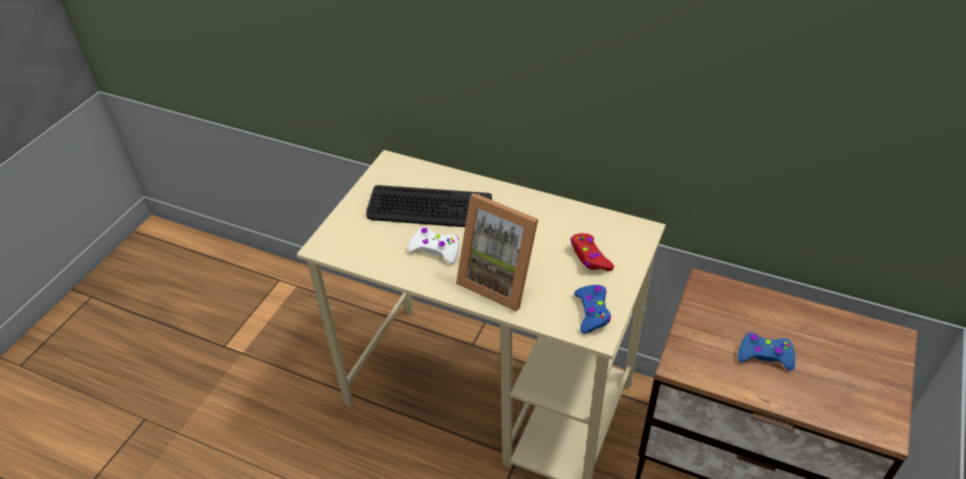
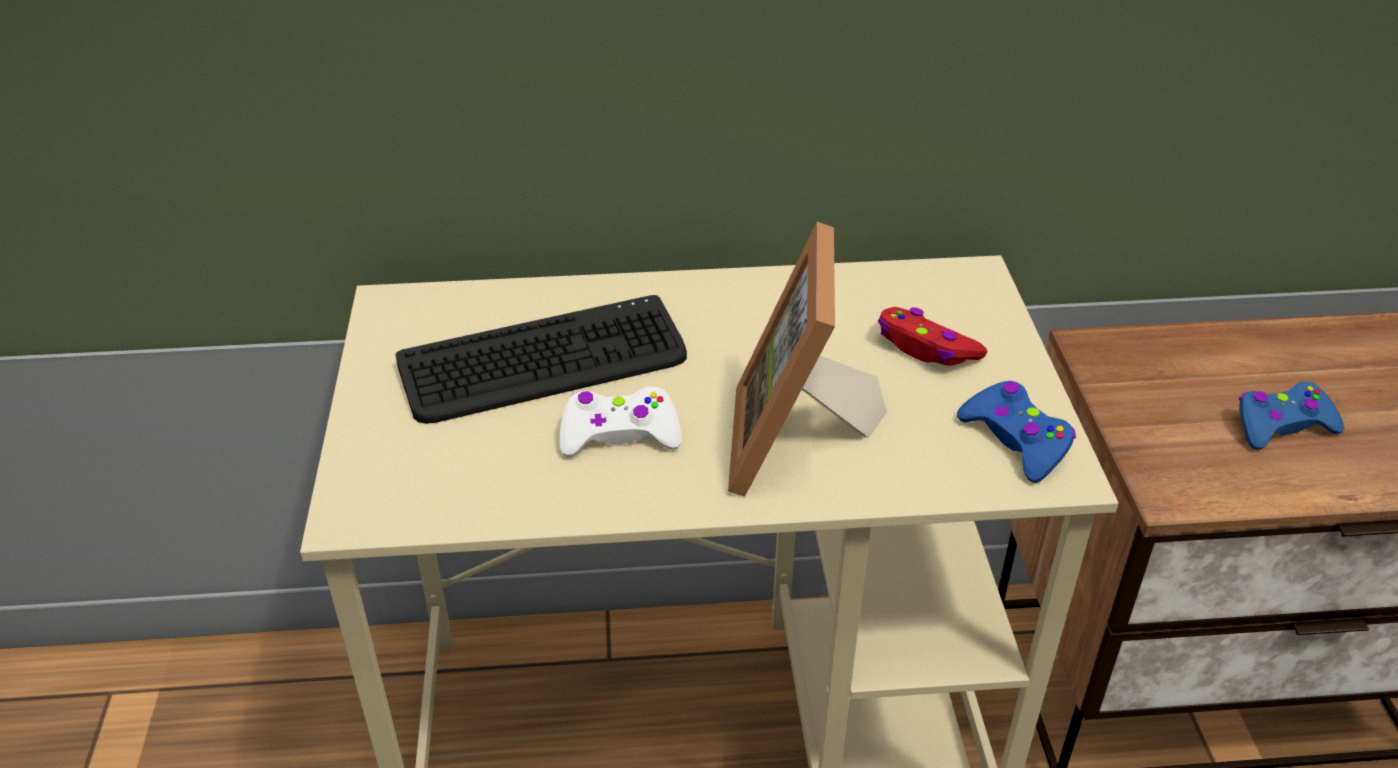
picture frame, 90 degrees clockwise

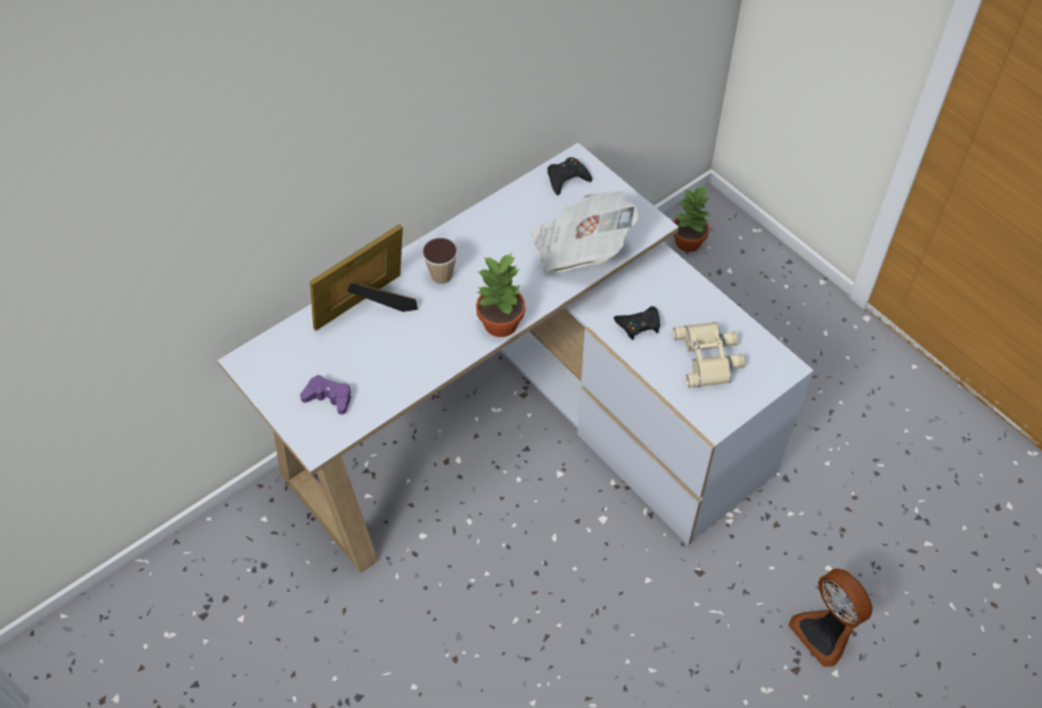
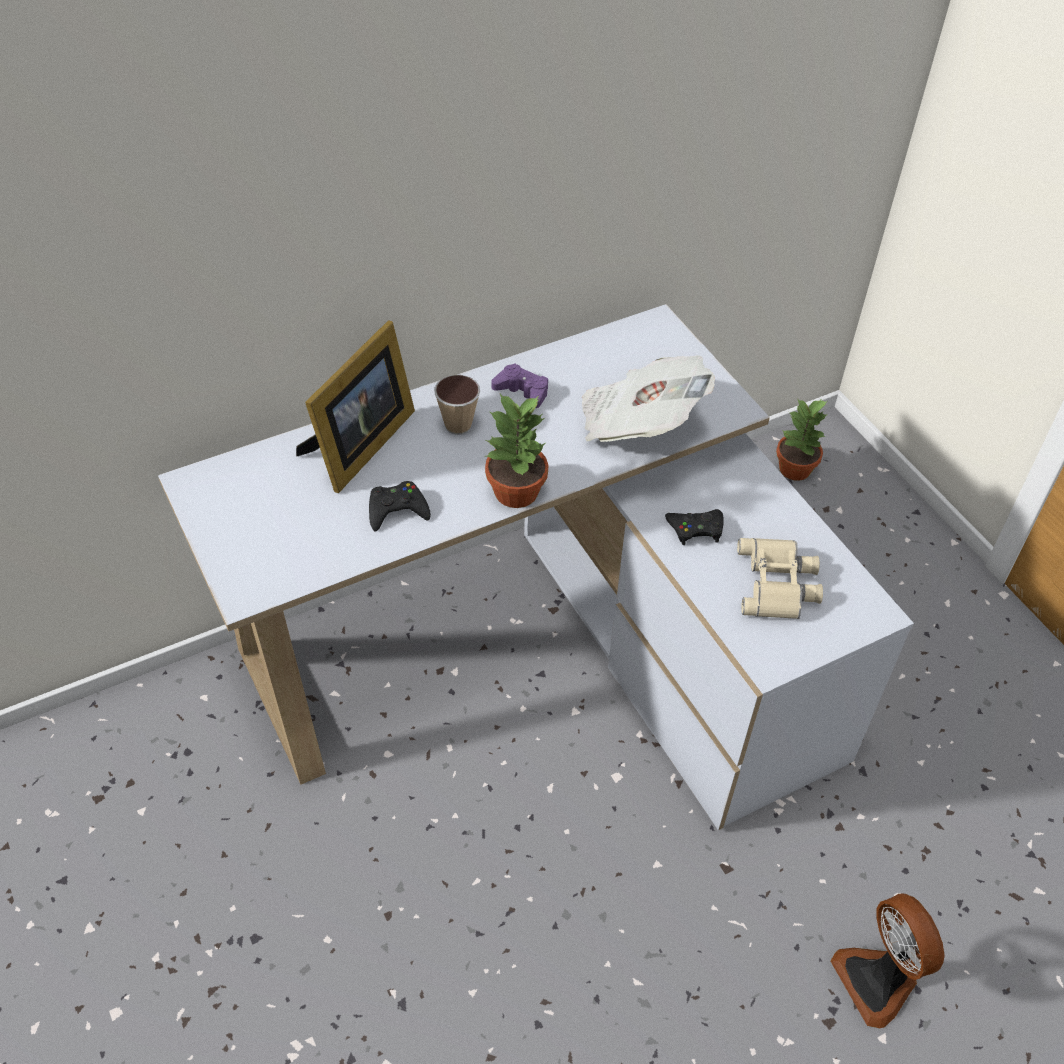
picture frame, 150 degrees clockwise
game controller in black (1st from left), moved
game controller in purple, moved

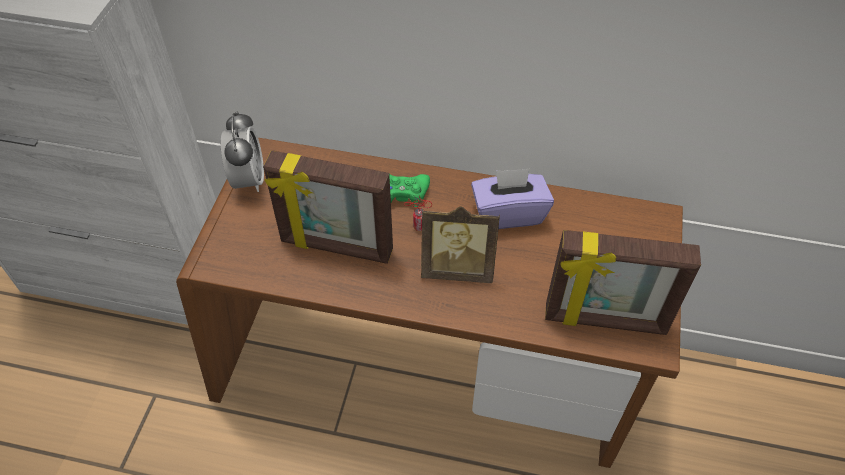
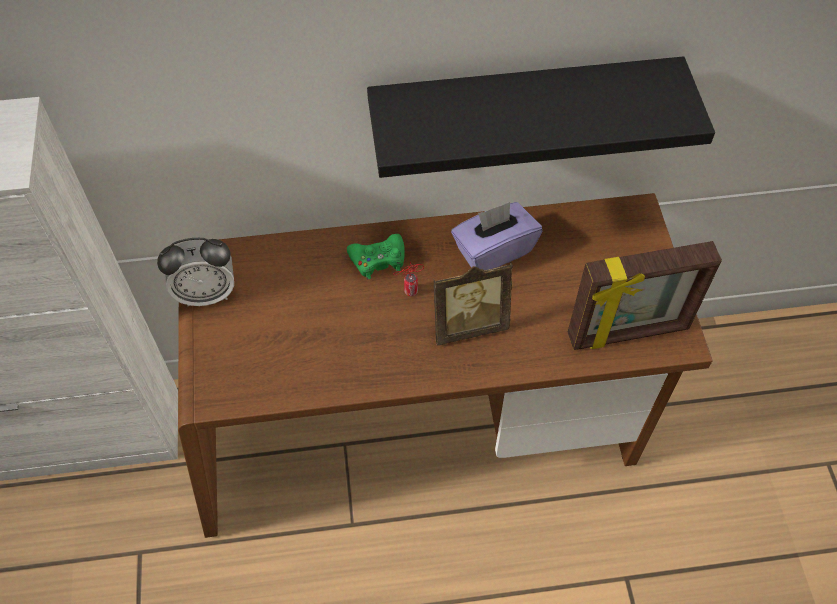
alarm clock, 105 degrees clockwise
none -> shelf in black
picture frame (1st from left) -> none

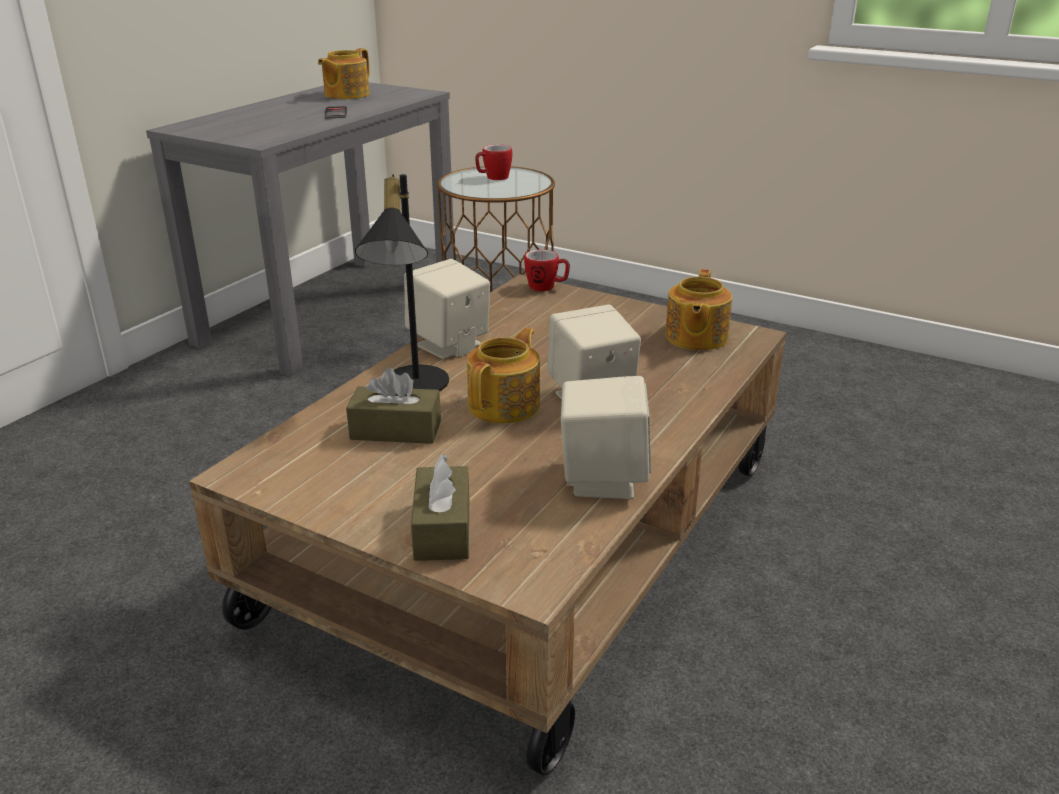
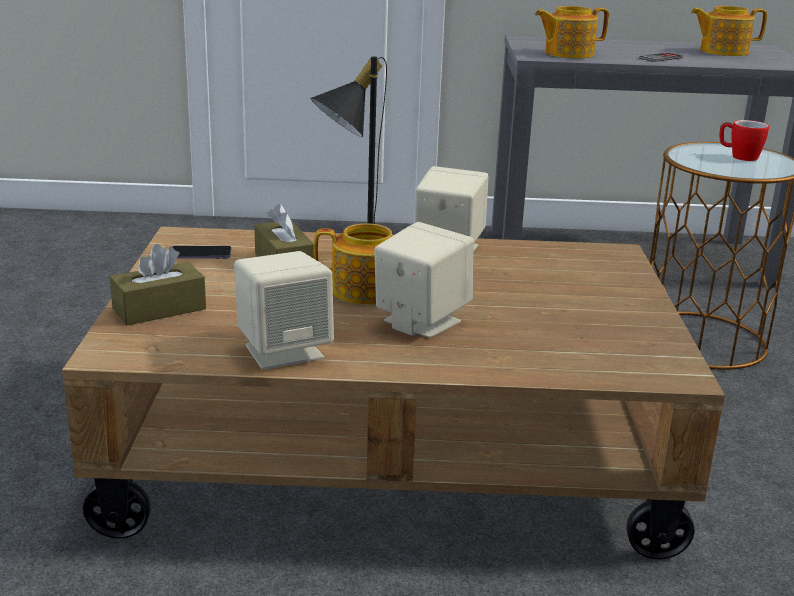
none -> phone (1st from left)
teapot (3rd from left in the first image) -> teapot (2nd from left), moved
mug (2nd from left) -> none

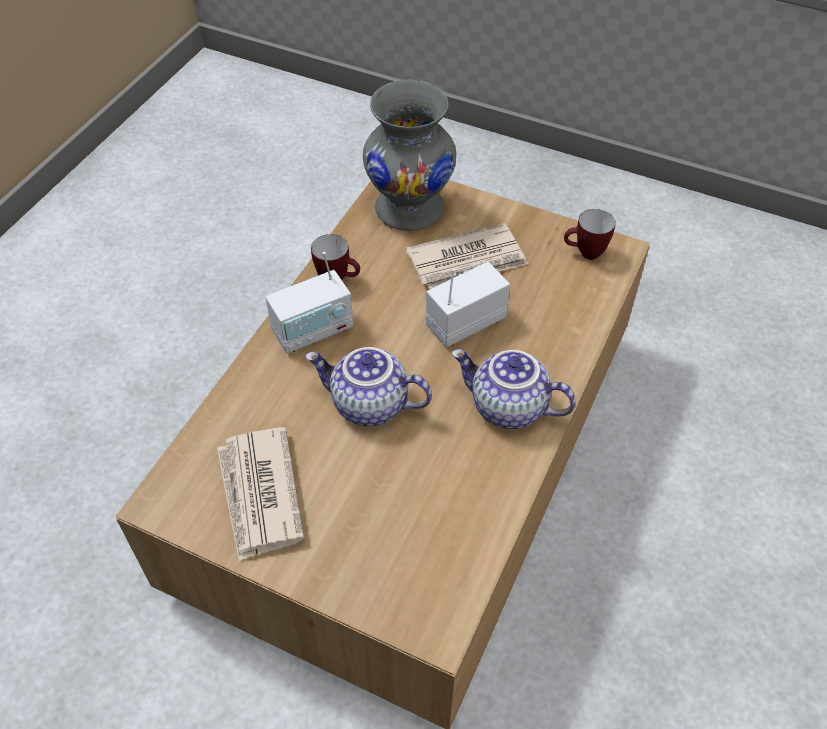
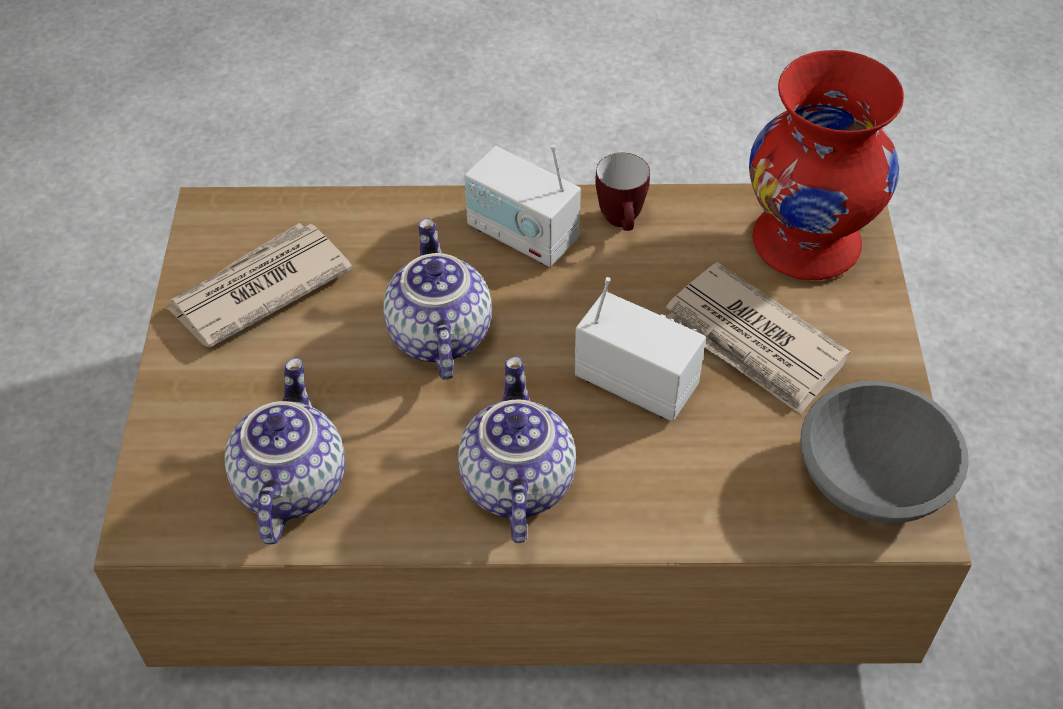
none -> teapot (1st from left)
vase in grey -> vase in red
mug (2nd from left) -> bowl in grey

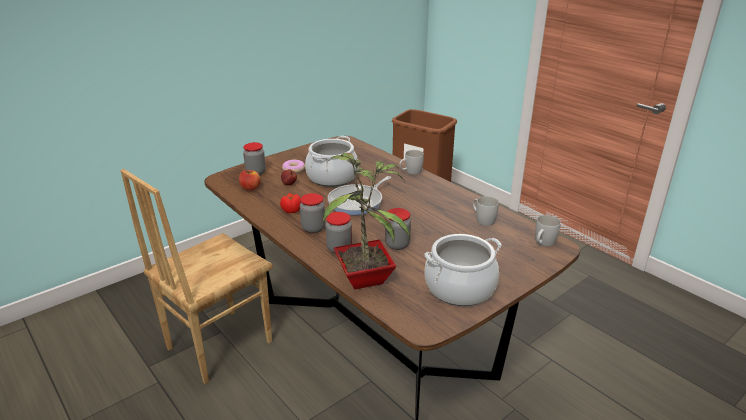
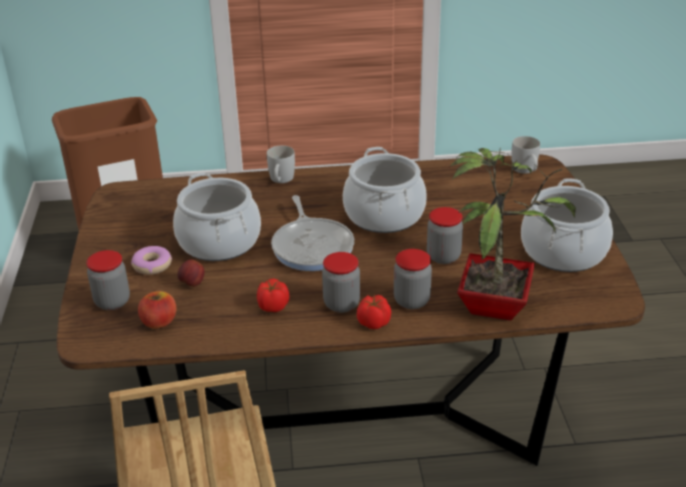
none -> cooking pot (2nd from left)
none -> tomato (2nd from left)
mug in white (2nd from left) -> none

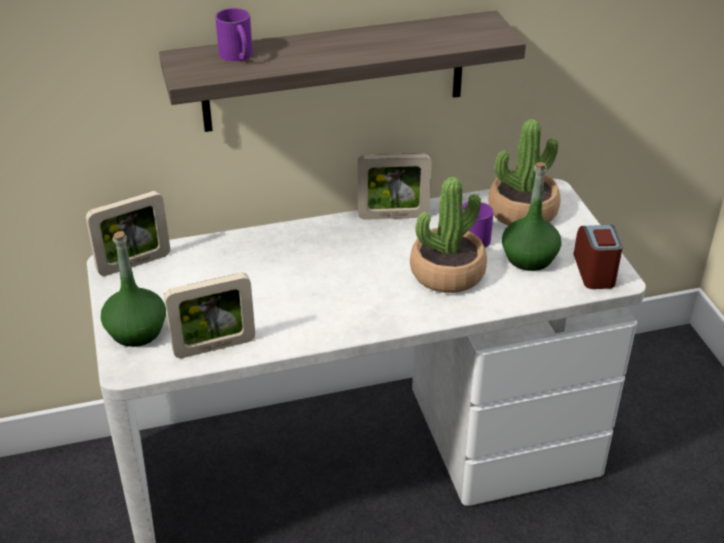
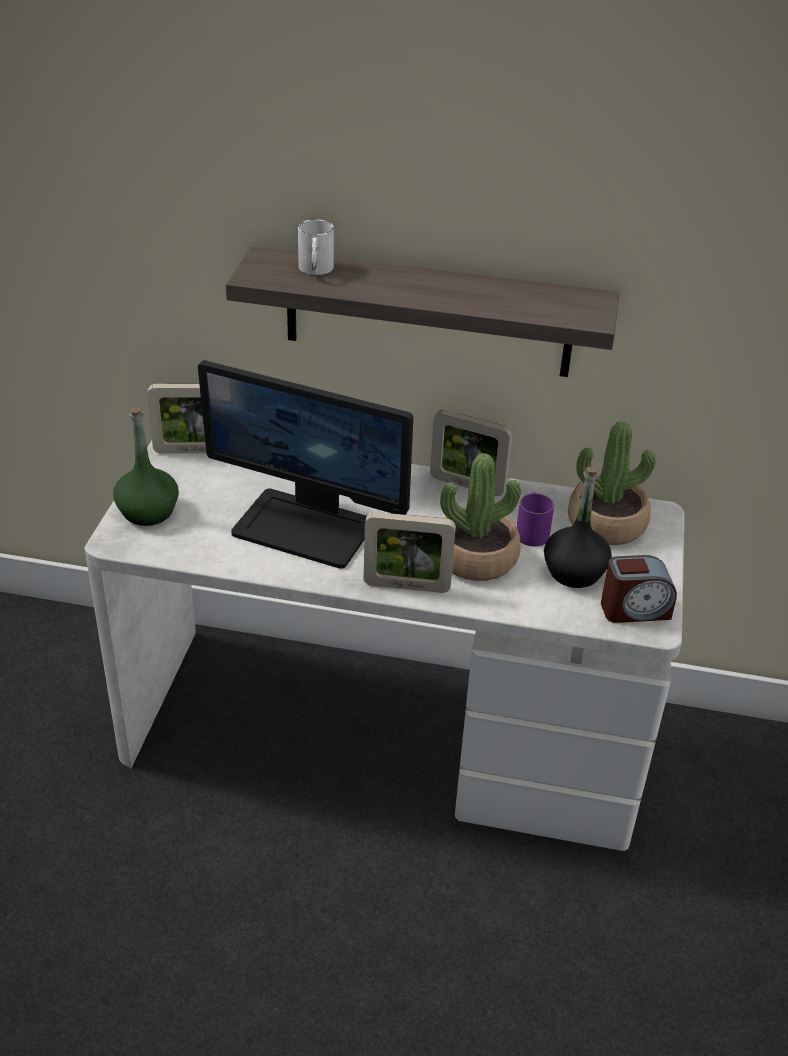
none -> monitor
mug in purple (1st from left) -> mug in white
picture frame (2nd from left), moved
bottle in green (2nd from left) -> bottle in black
alarm clock, 60 degrees clockwise

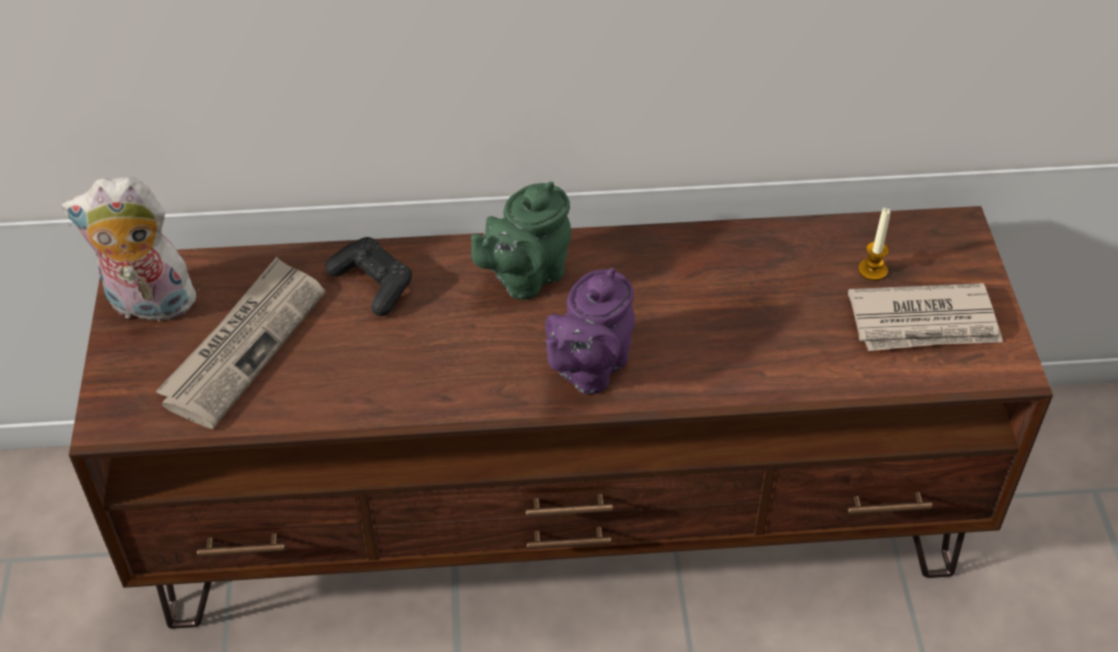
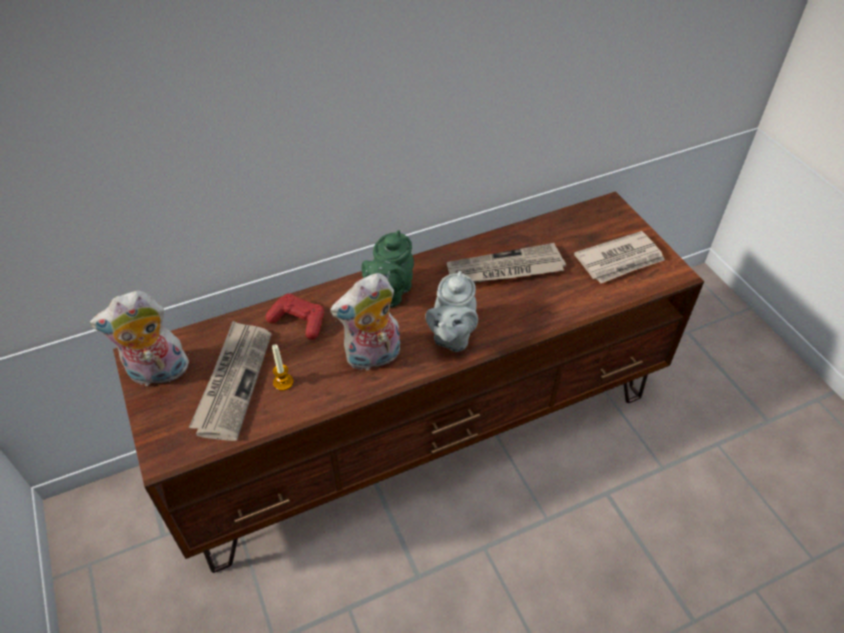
game controller in black -> game controller in red
candle, moved
none -> plush toy (2nd from left)
teapot in purple -> teapot in grey
none -> newspaper (2nd from left)

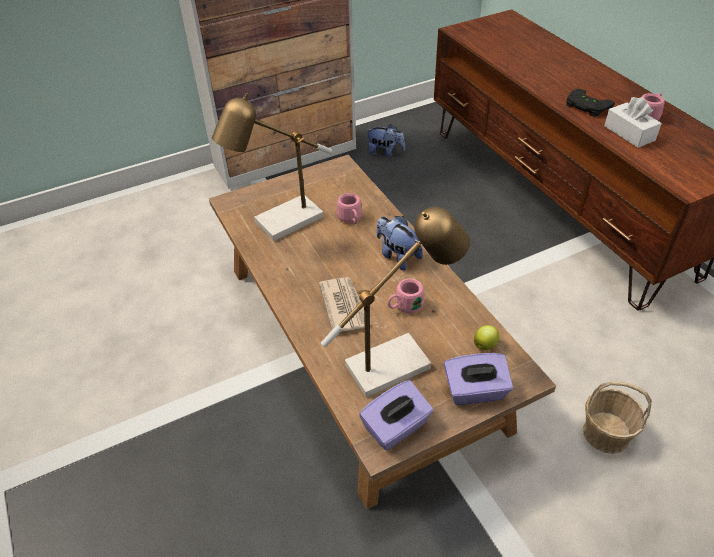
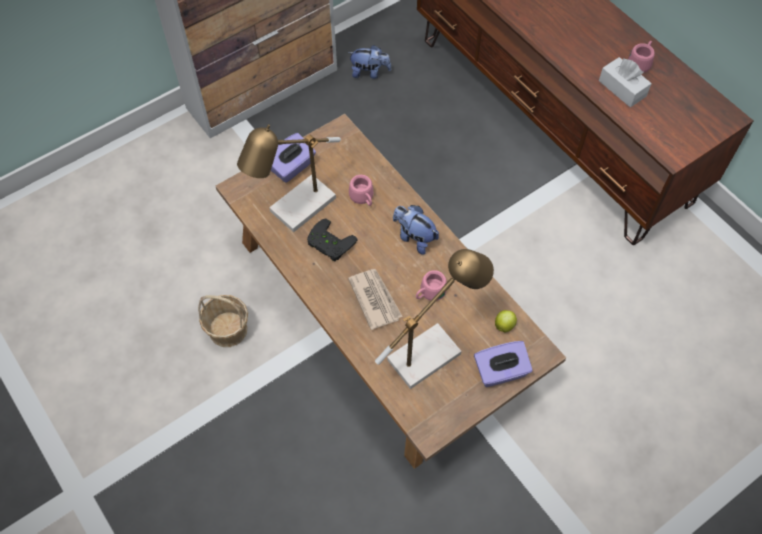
basket, moved
tissue box in purple (1st from left), moved
game controller in black, moved

